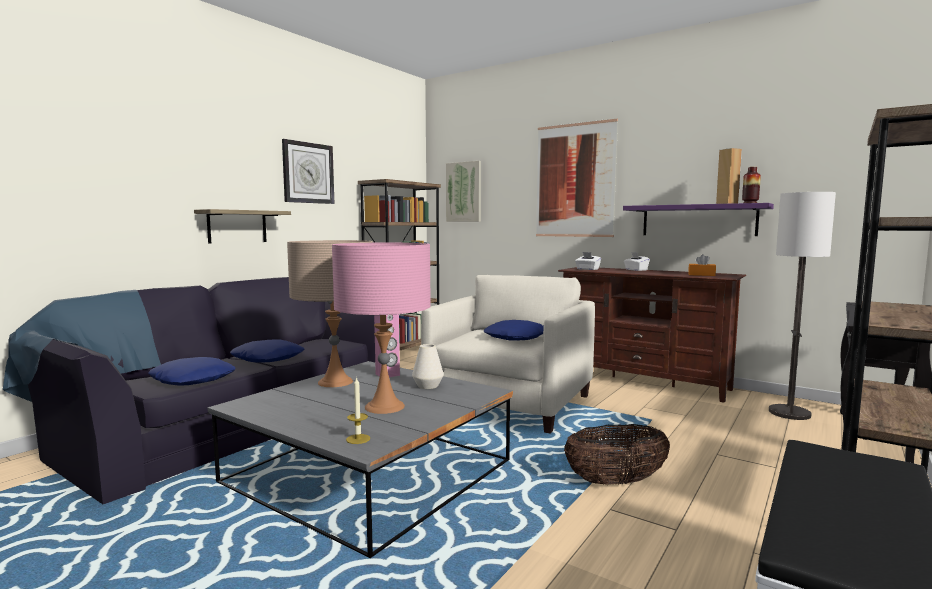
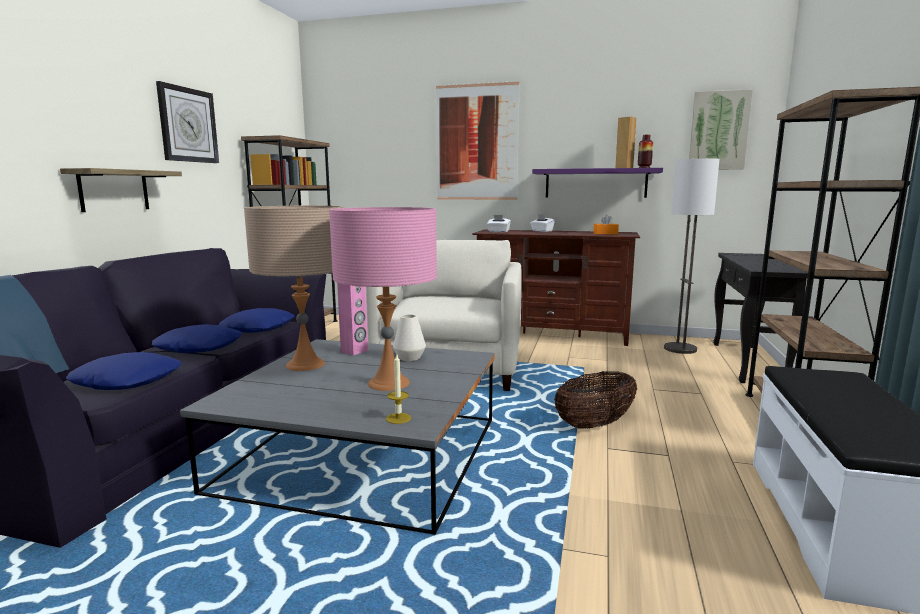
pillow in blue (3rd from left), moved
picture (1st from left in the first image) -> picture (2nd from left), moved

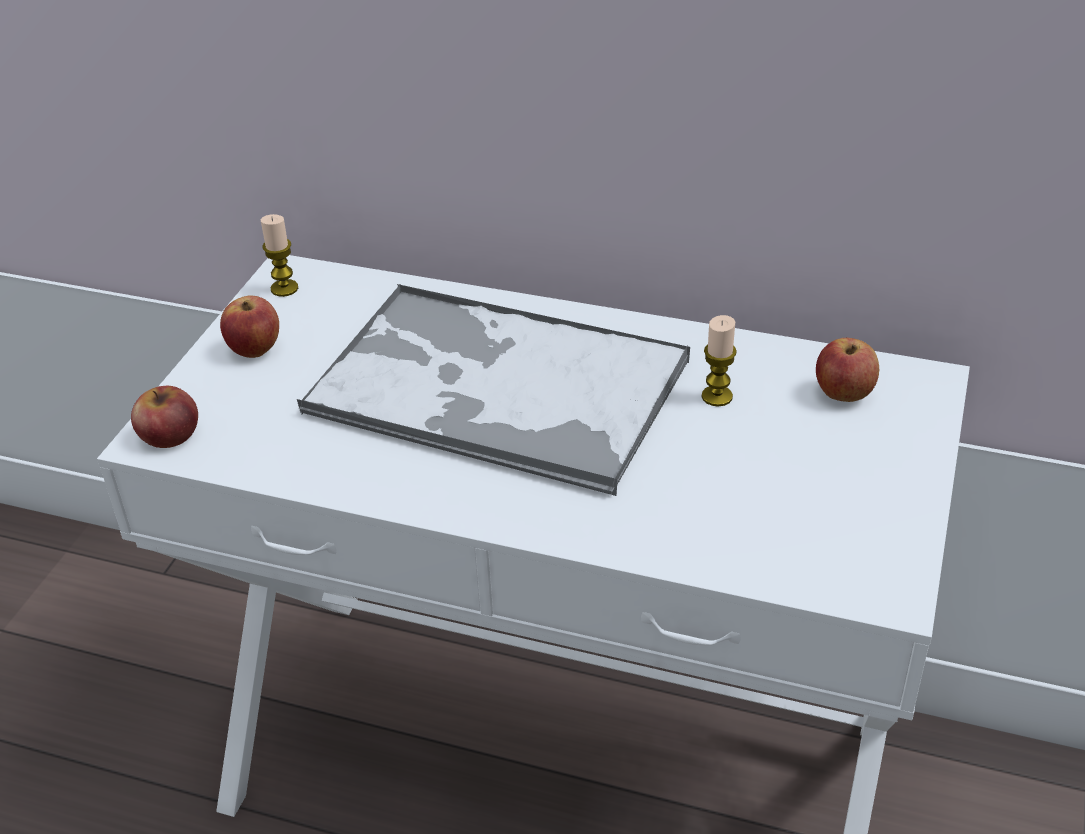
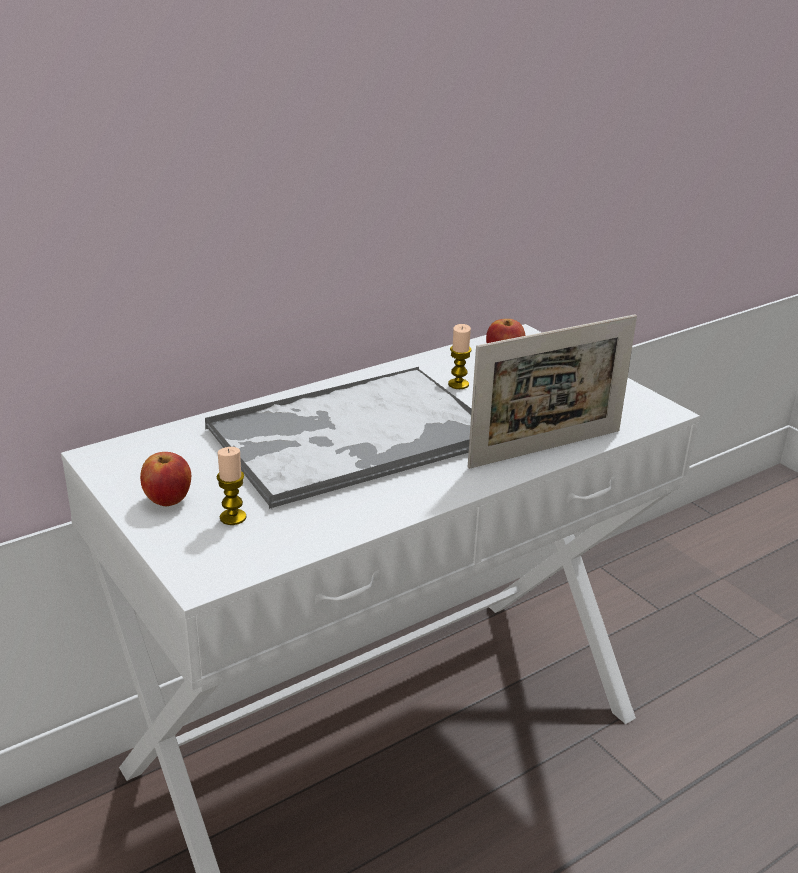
candle (1st from left), moved
none -> picture frame
apple (1st from left) -> none

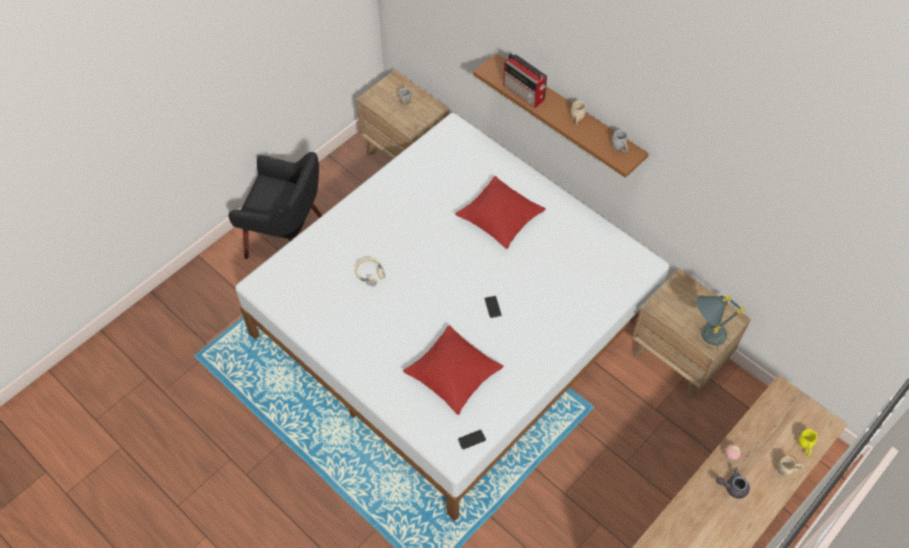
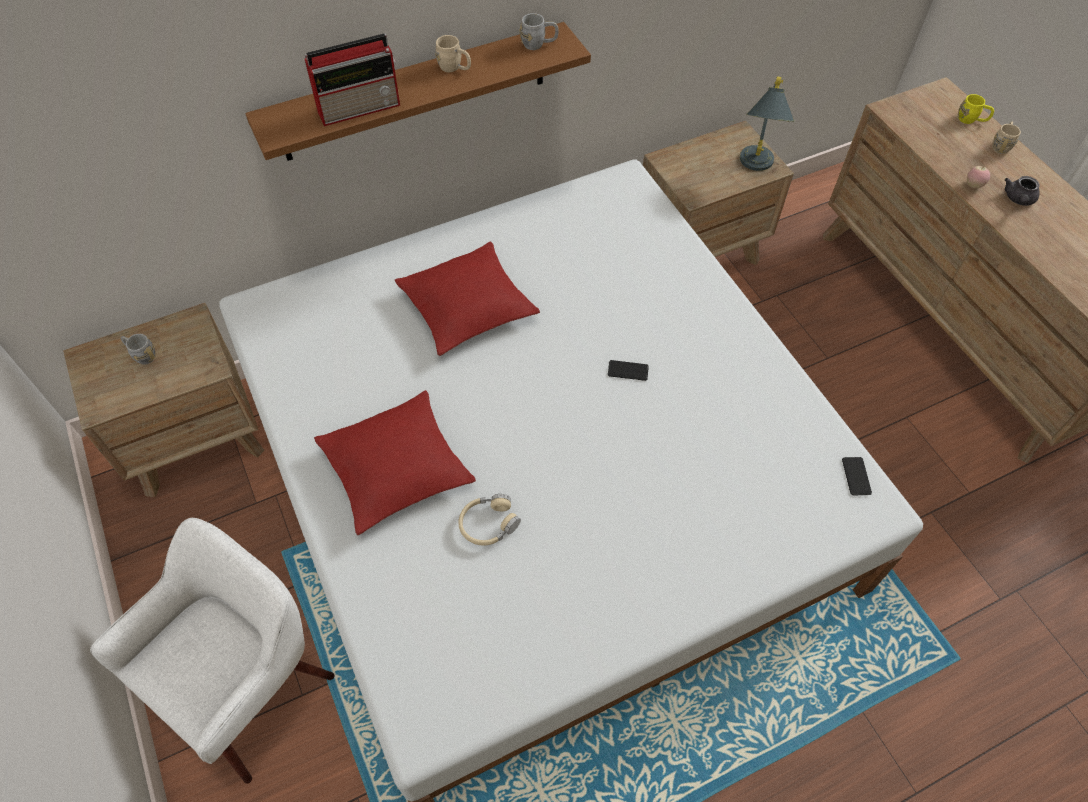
armchair in black -> armchair in white
pillow in red (1st from left), moved

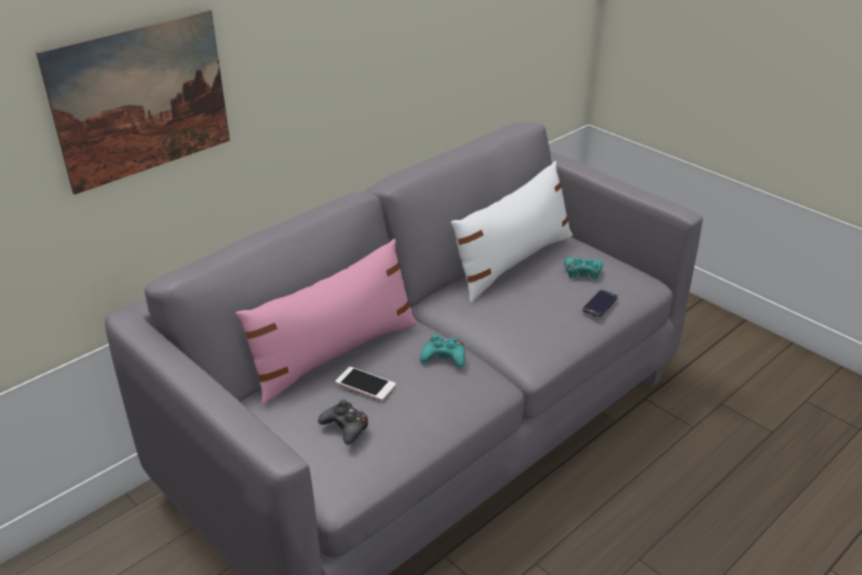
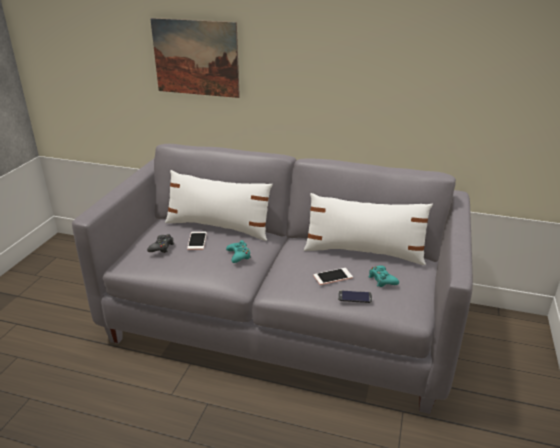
pillow in pink -> pillow in white (1st from left)
none -> phone (2nd from left)

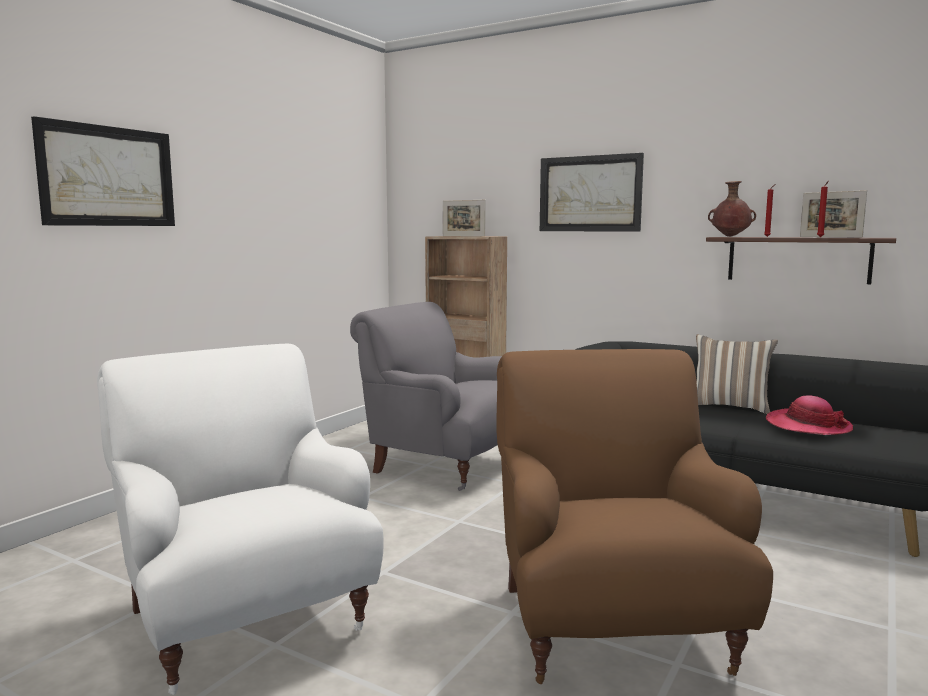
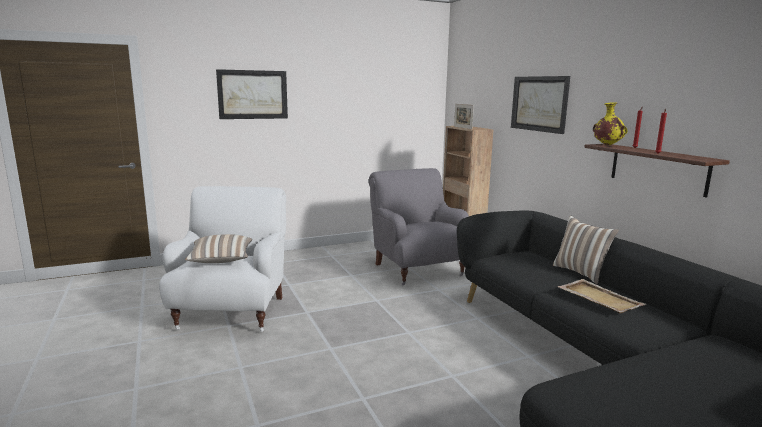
none -> pillow (1st from left)
hat -> tray in beige
vase in brown -> vase in yellow
armchair in brown -> none
picture frame (2nd from left) -> none

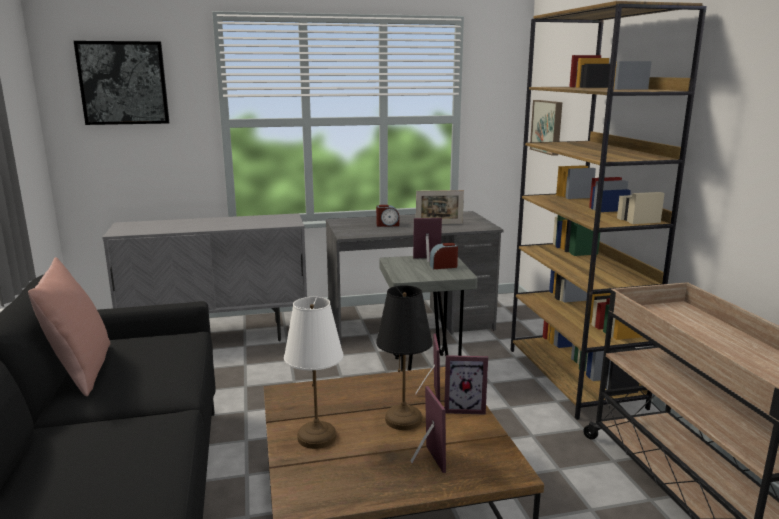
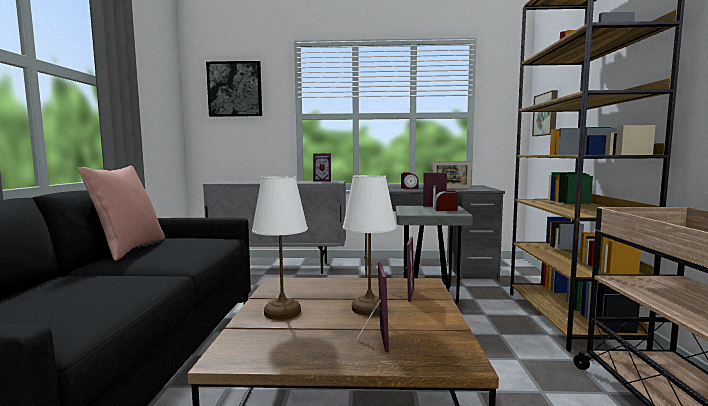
picture frame (5th from left in the first image) -> picture frame (1st from left), moved
table lamp in black -> table lamp in white (2nd from left)

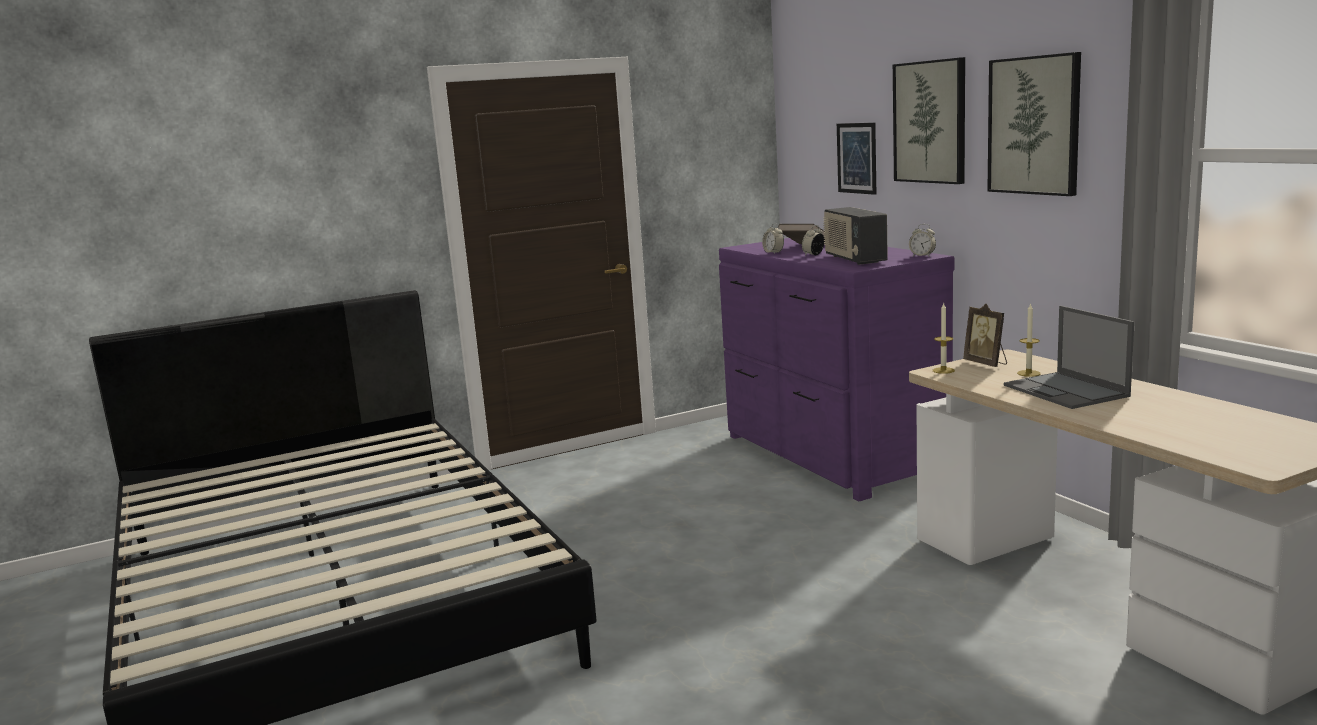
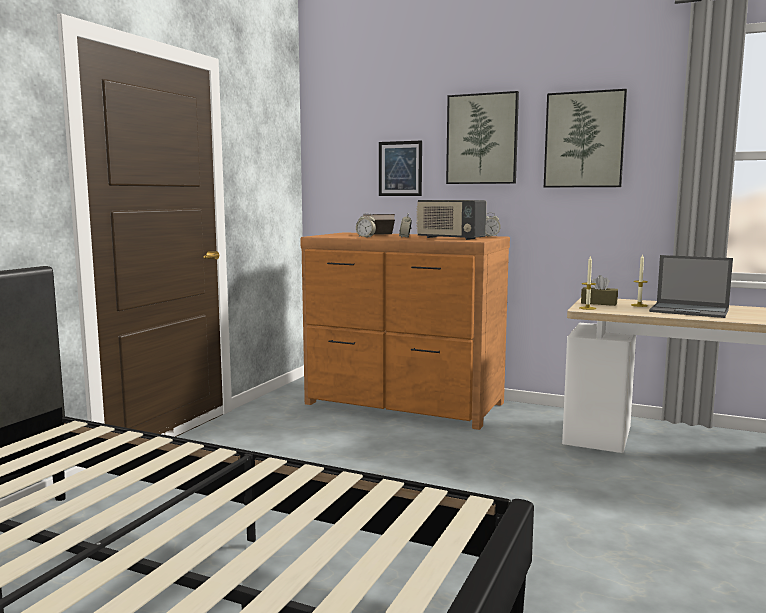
dresser in purple -> dresser in brown
picture frame -> tissue box in brown

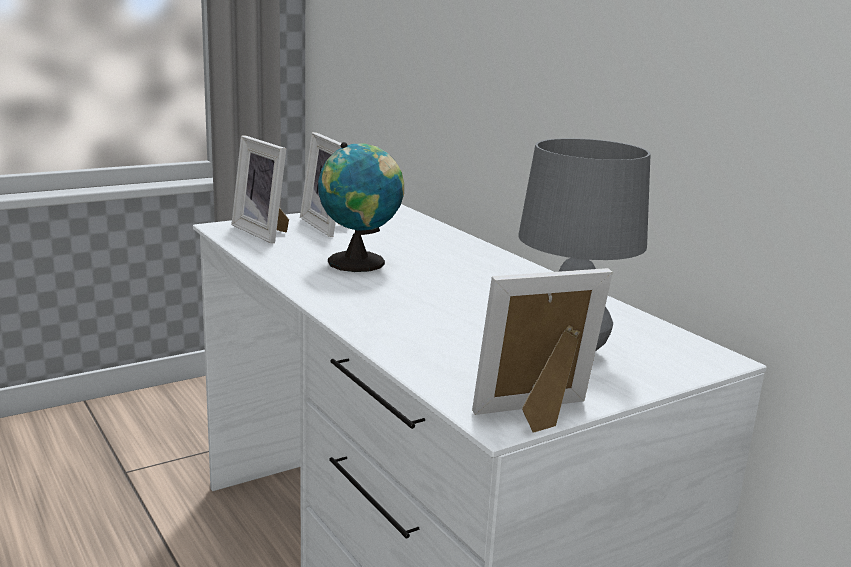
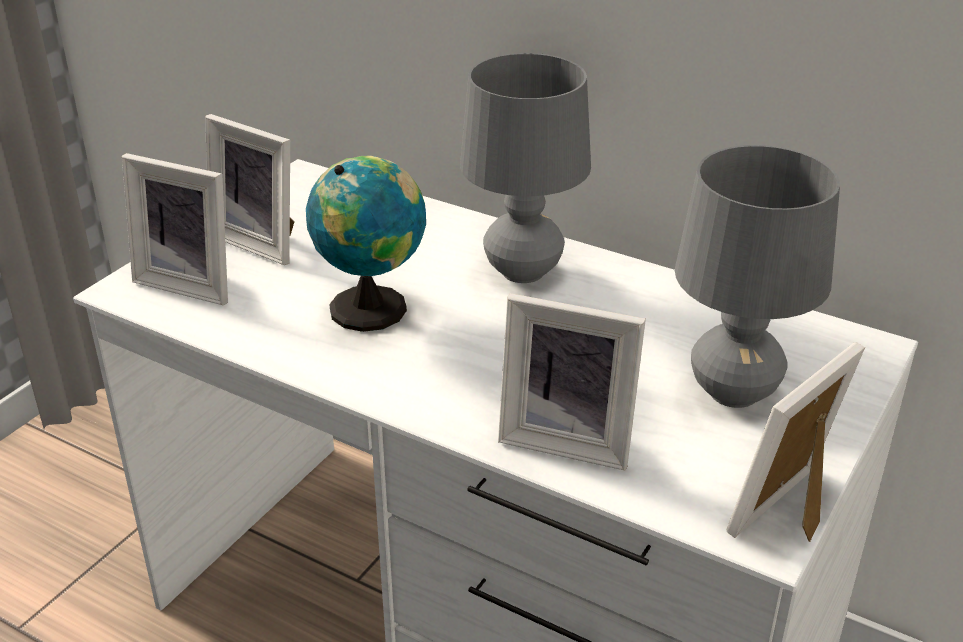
none -> table lamp in grey (1st from left)
none -> picture frame (3rd from left)

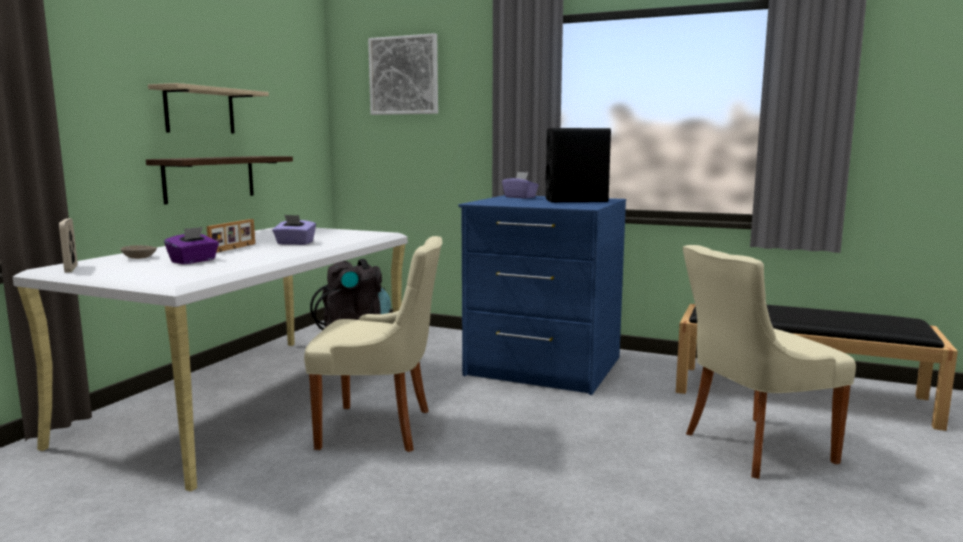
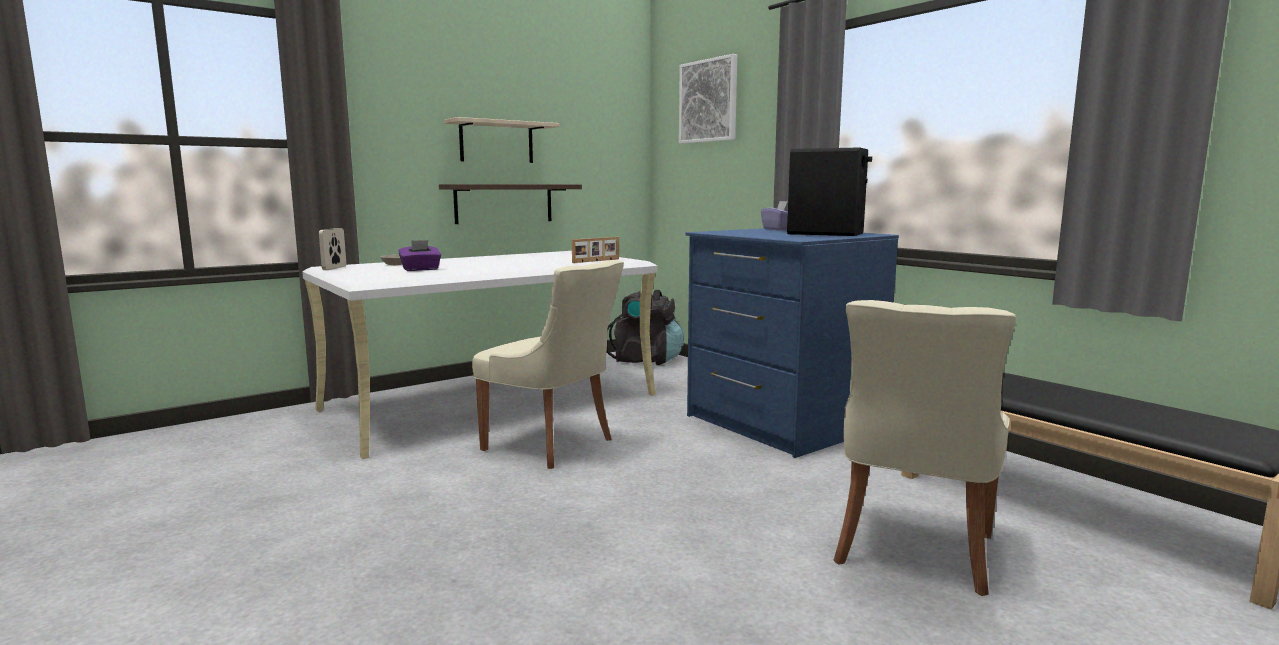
picture frame (2nd from left), moved
chair in beige (2nd from left), 75 degrees counterclockwise
tissue box in purple (2nd from left) -> none

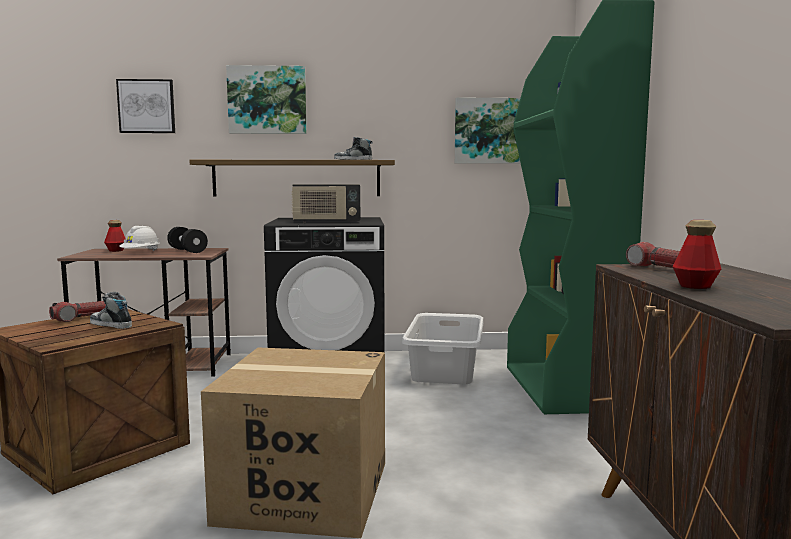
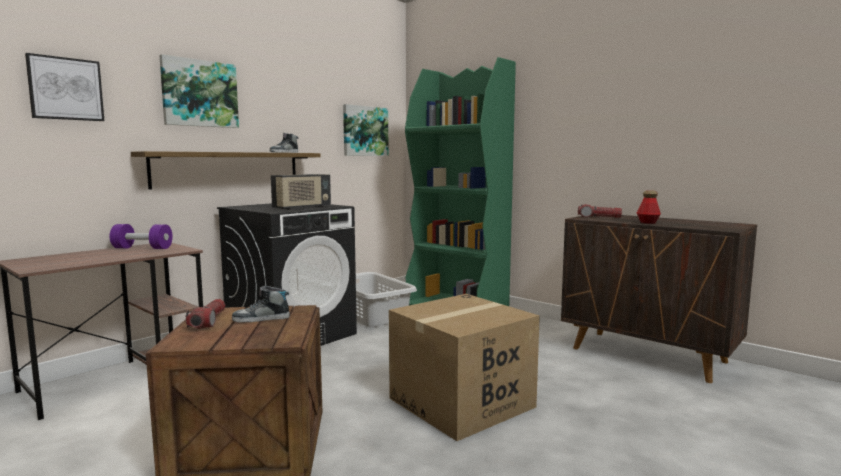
dumbbell in black -> dumbbell in purple
bottle (1st from left) -> none
hard hat in white -> none

